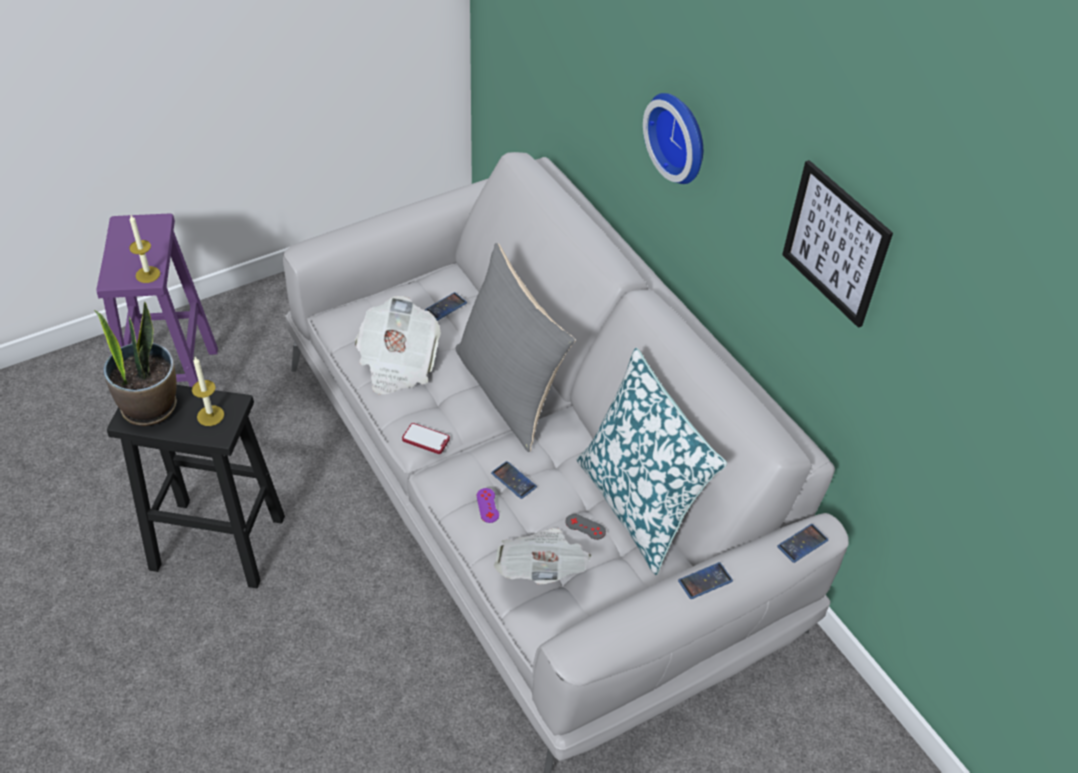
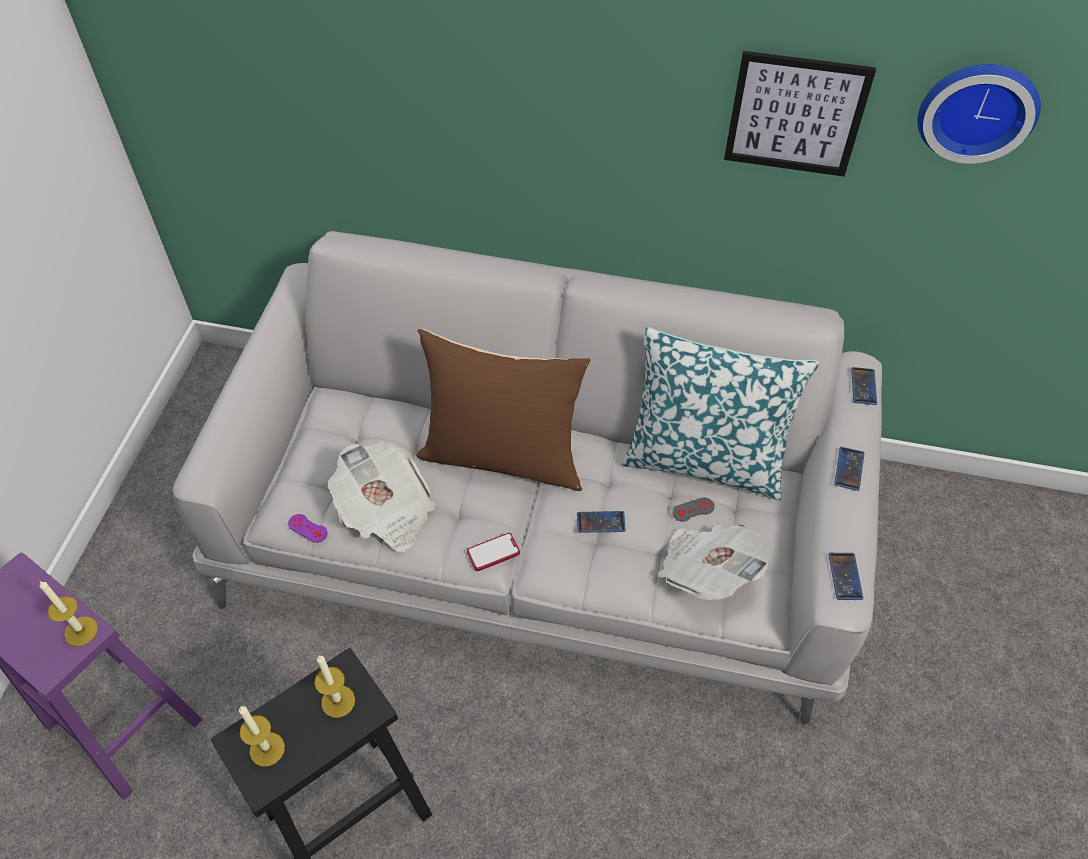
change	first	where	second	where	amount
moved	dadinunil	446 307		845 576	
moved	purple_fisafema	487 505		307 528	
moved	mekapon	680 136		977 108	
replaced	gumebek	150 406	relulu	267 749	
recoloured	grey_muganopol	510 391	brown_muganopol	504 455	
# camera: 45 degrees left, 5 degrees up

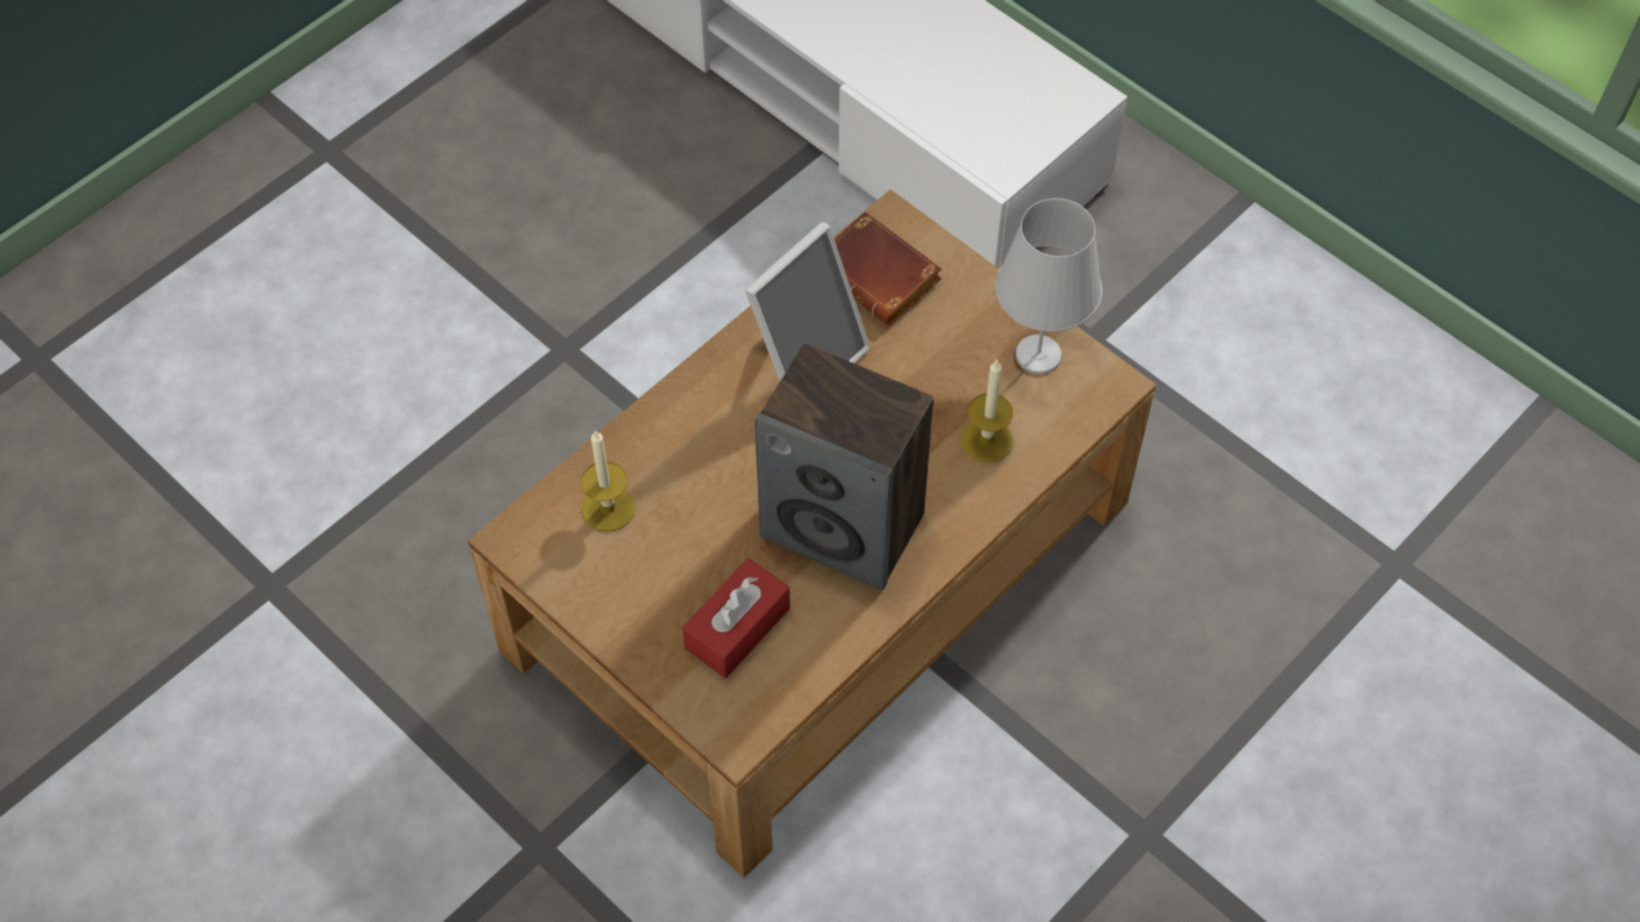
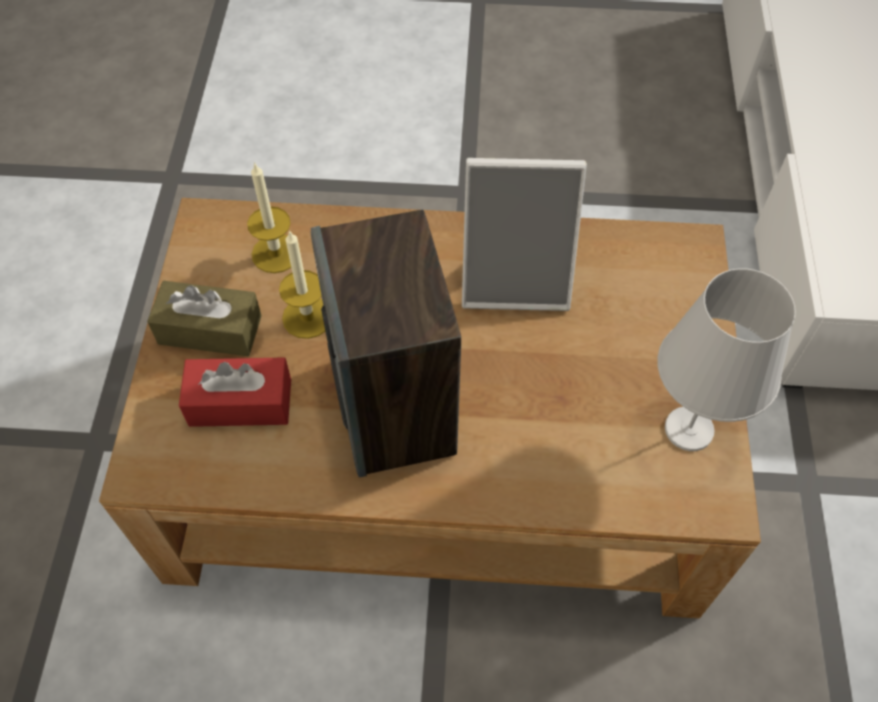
change	first	where	second	where	amount
removed	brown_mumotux	881 276			
added			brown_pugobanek	210 330	
moved	relulu	986 440		307 317	
# camera: 50 degrees right, 0 degrees up

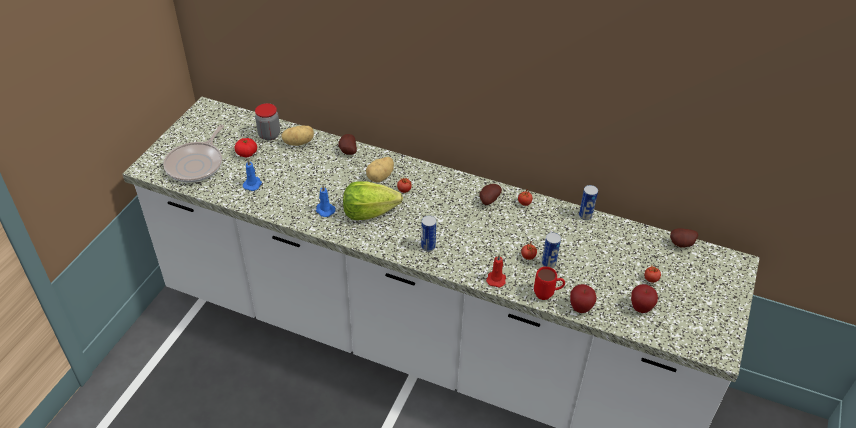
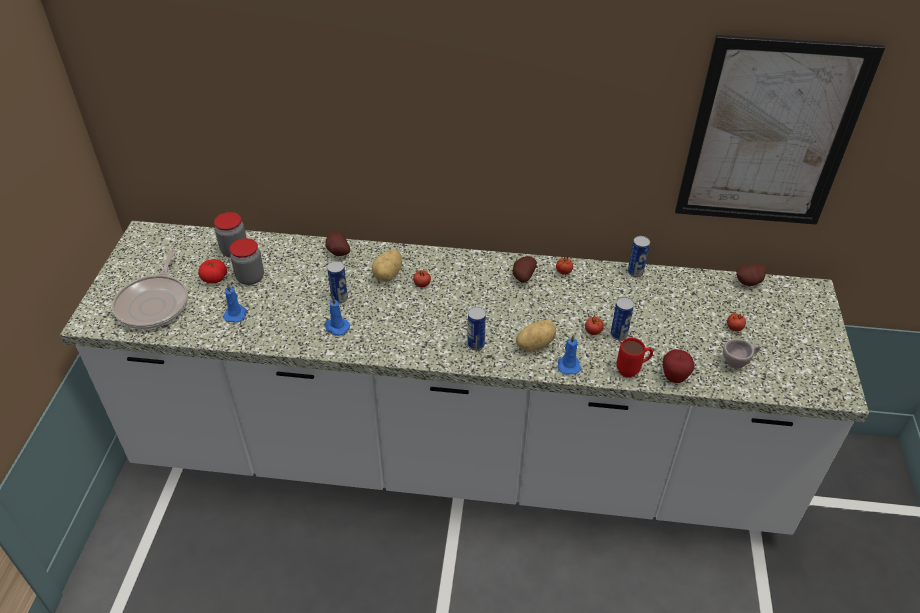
change	first	where	second	where	amount
removed	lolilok	369 212			
added			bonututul	250 278	
added			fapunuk	339 298	
added			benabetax	769 135	
moved	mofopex	299 142		534 344	
replaced	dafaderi	640 308	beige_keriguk	737 362	
recoloured	red_relulu	496 279	blue_relulu	568 365	
# camera: 15 degrees left, 0 degrees up

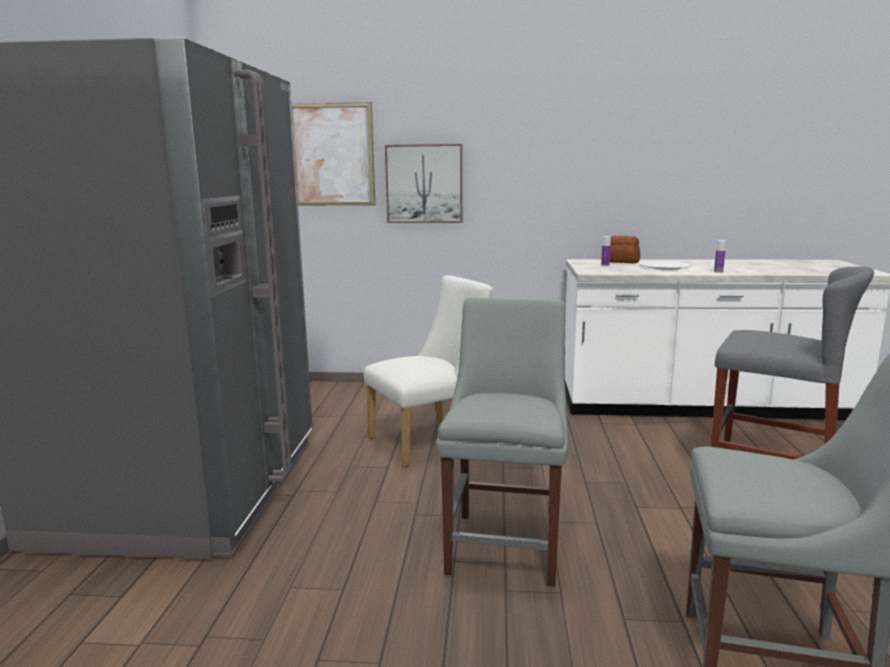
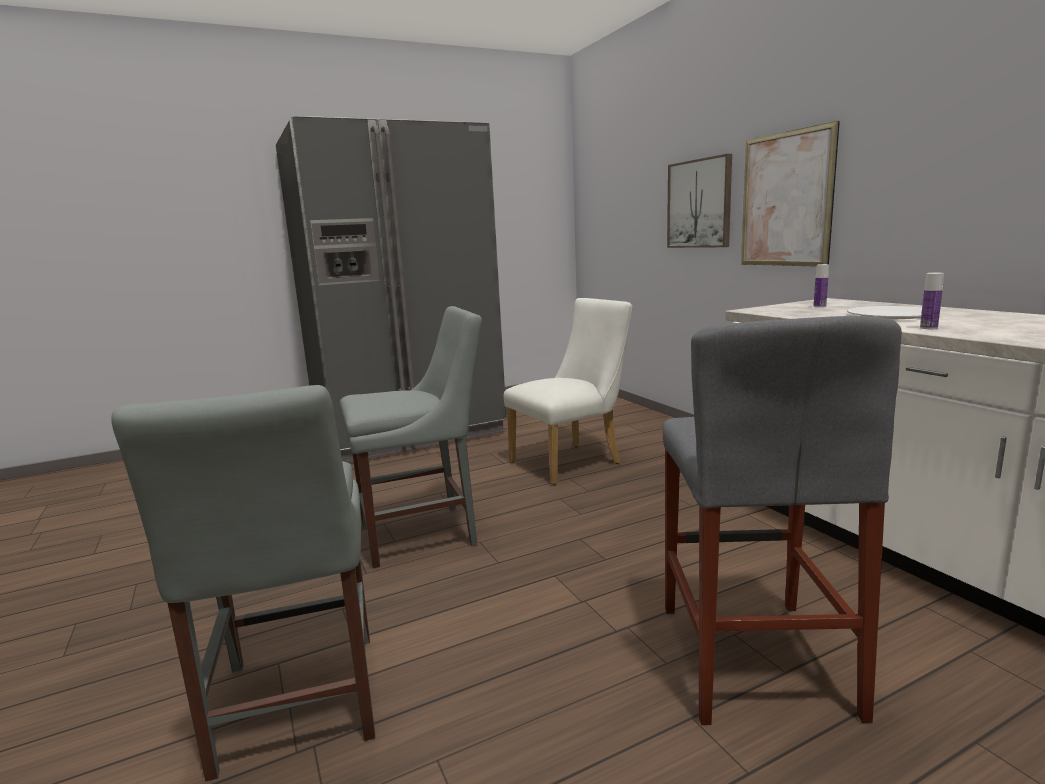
change	first	where	second	where	amount
removed	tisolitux	621 261			
moved	benabetax	332 155		786 200	
turned	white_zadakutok	431 441		572 461	60 degrees counterclockwise
# camera: 60 degrees right, 0 degrees up

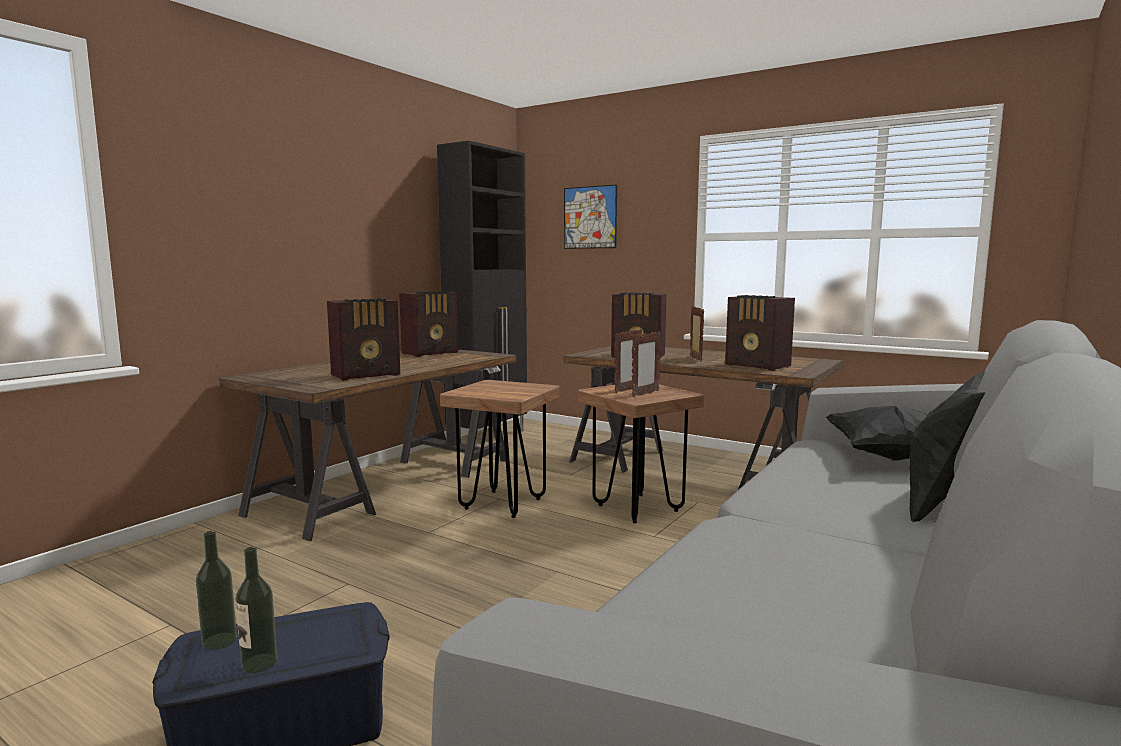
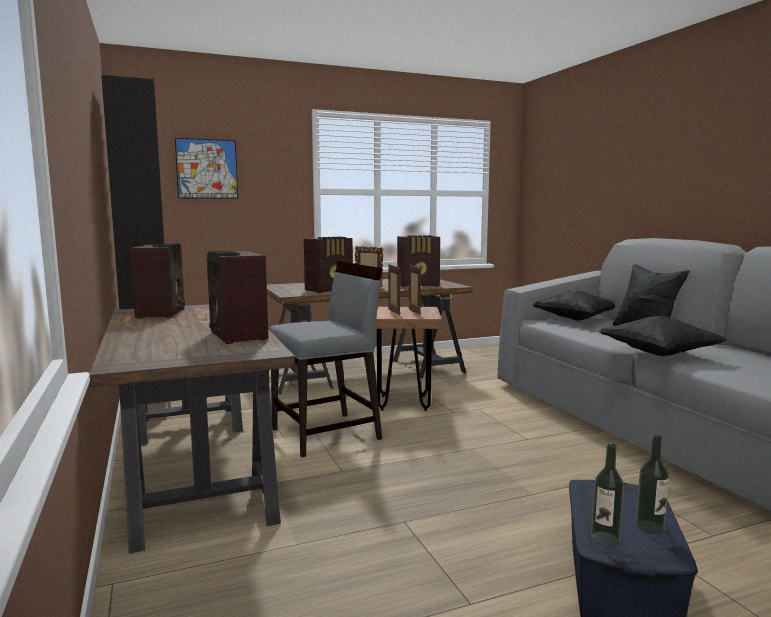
change	first	where	second	where	amount
added			black_muganopol	658 354	
replaced	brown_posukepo	503 504	grey_zadakutok	327 434	
turned	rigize	367 375		237 336	150 degrees clockwise
# camera: 55 degrees left, 0 degrees up

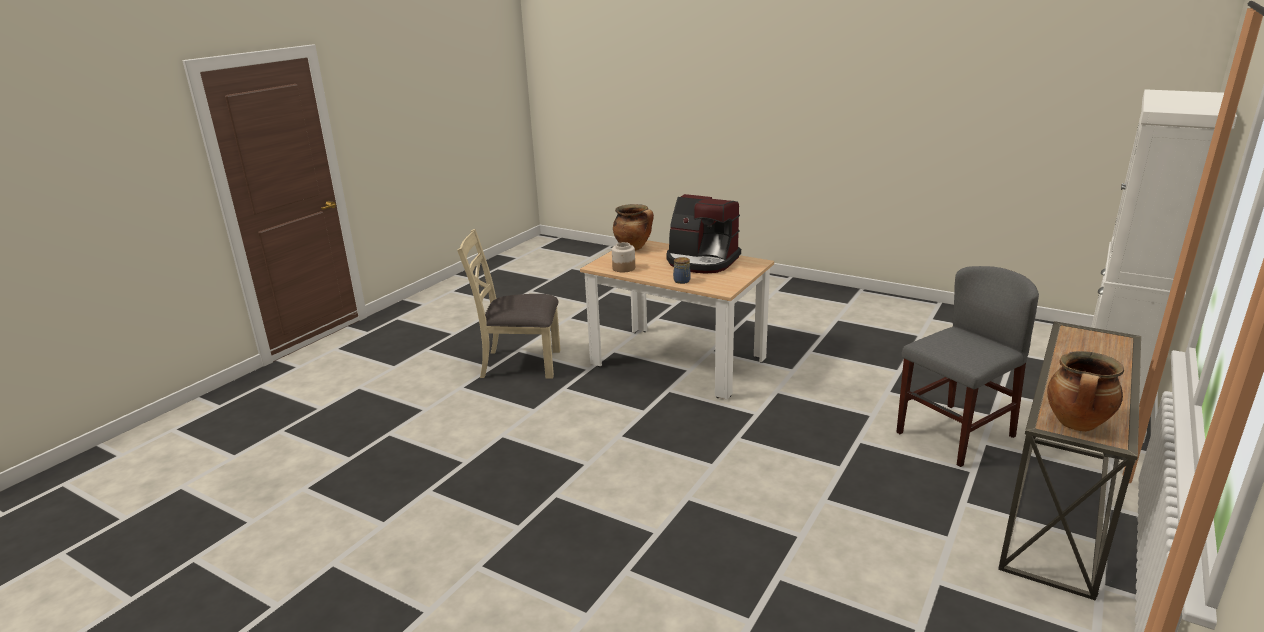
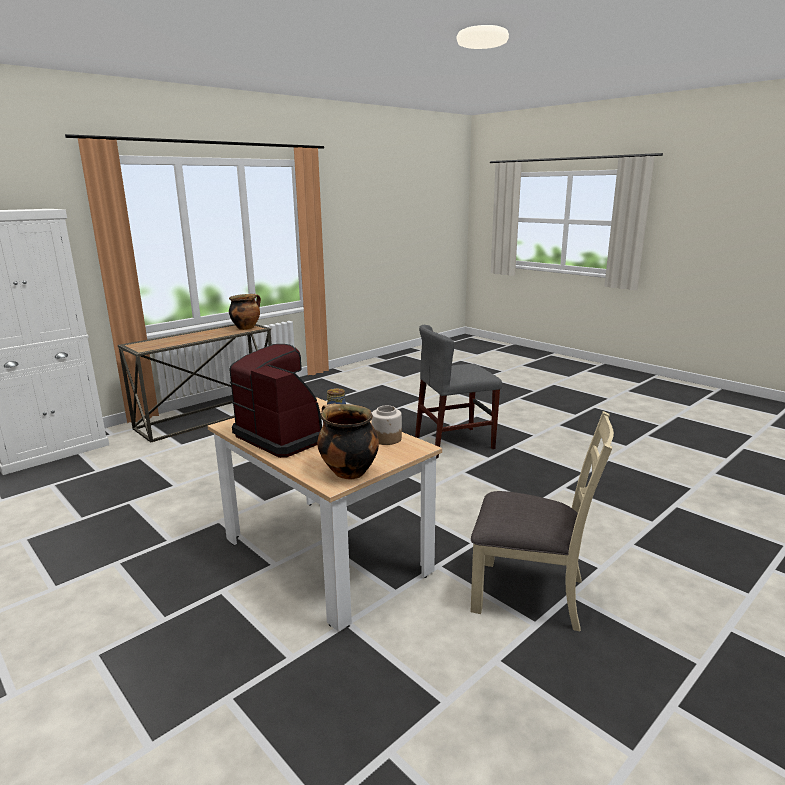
change	first	where	second	where	amount
moved	grey_zadakutok	955 434		454 442	
# camera: 165 degrees left, 5 degrees down

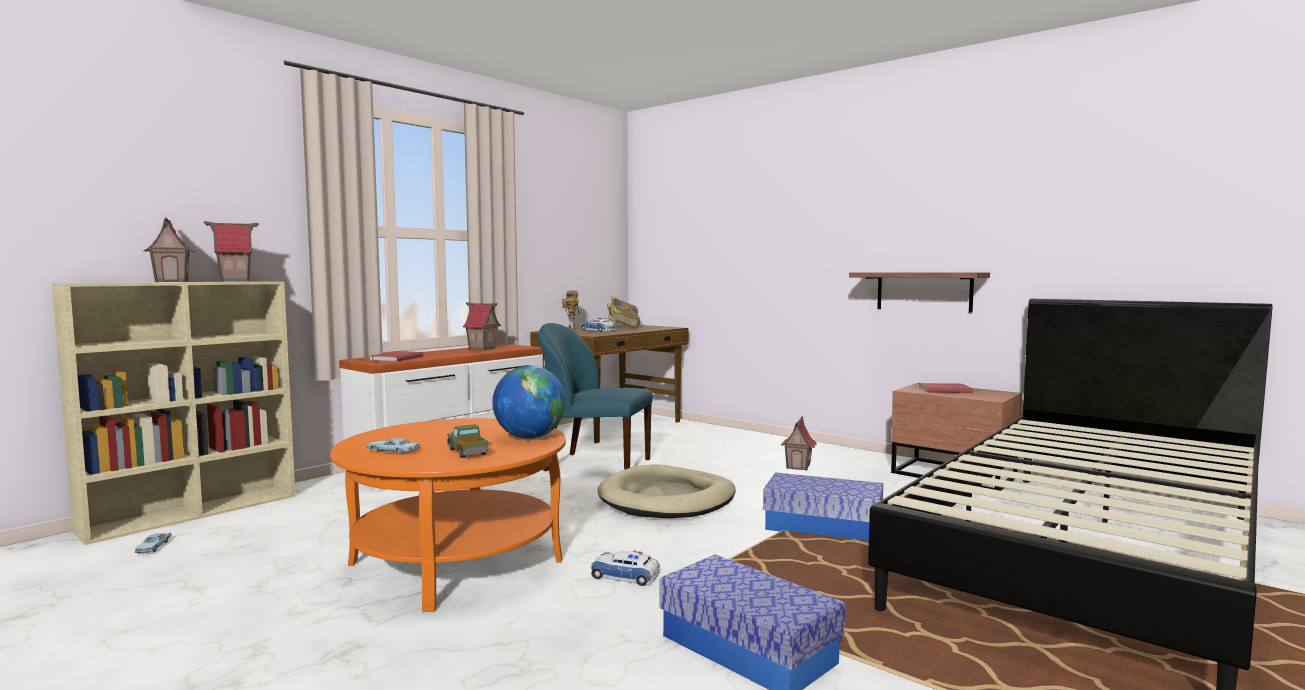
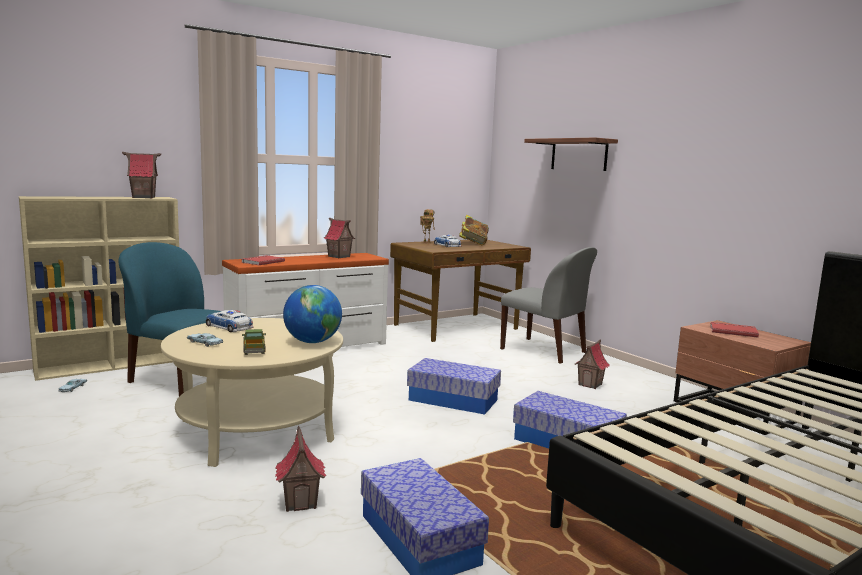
change	first	where	second	where	amount
added			grey_zadakutok	545 351	
moved	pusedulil	172 281		301 502	
moved	blue_zadakutok	595 465		182 382	
moved	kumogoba	625 576		229 327	
moved	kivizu	923 291		579 155	
replaced	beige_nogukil	667 499	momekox	453 400	
recoloured	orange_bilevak	456 562	beige_bilevak	256 430	
# camera: 15 degrees right, 5 degrees up

